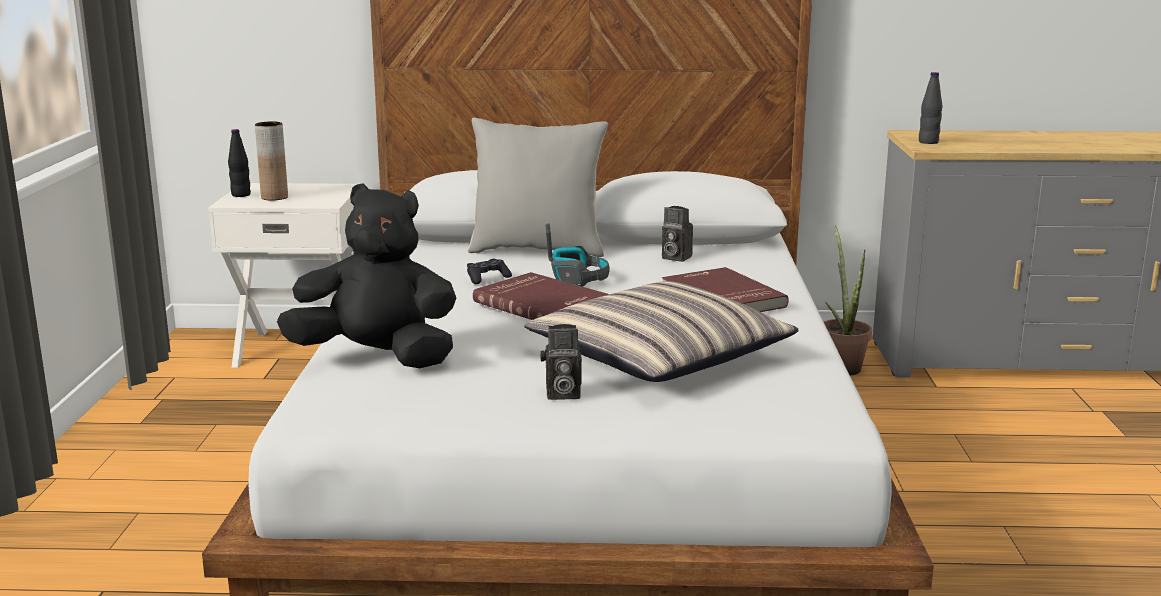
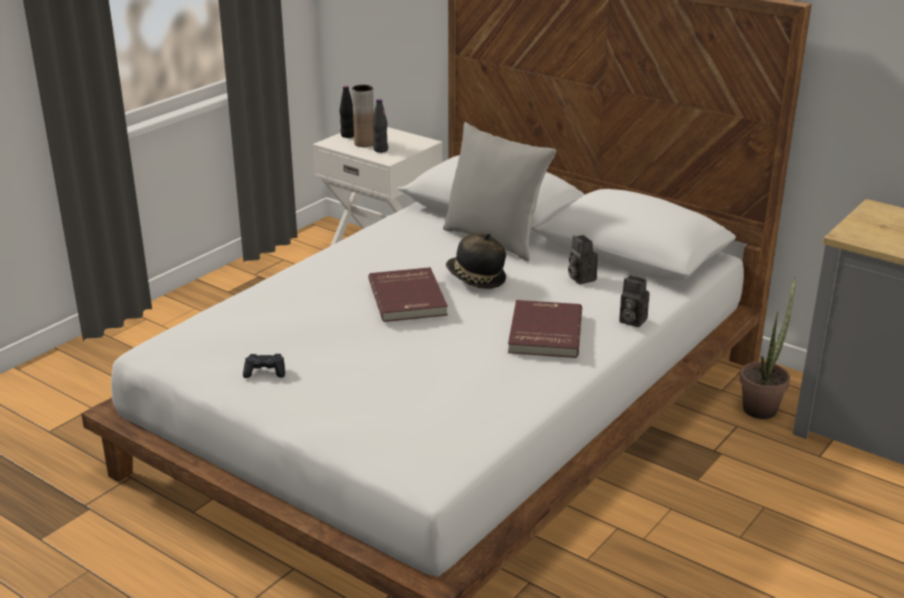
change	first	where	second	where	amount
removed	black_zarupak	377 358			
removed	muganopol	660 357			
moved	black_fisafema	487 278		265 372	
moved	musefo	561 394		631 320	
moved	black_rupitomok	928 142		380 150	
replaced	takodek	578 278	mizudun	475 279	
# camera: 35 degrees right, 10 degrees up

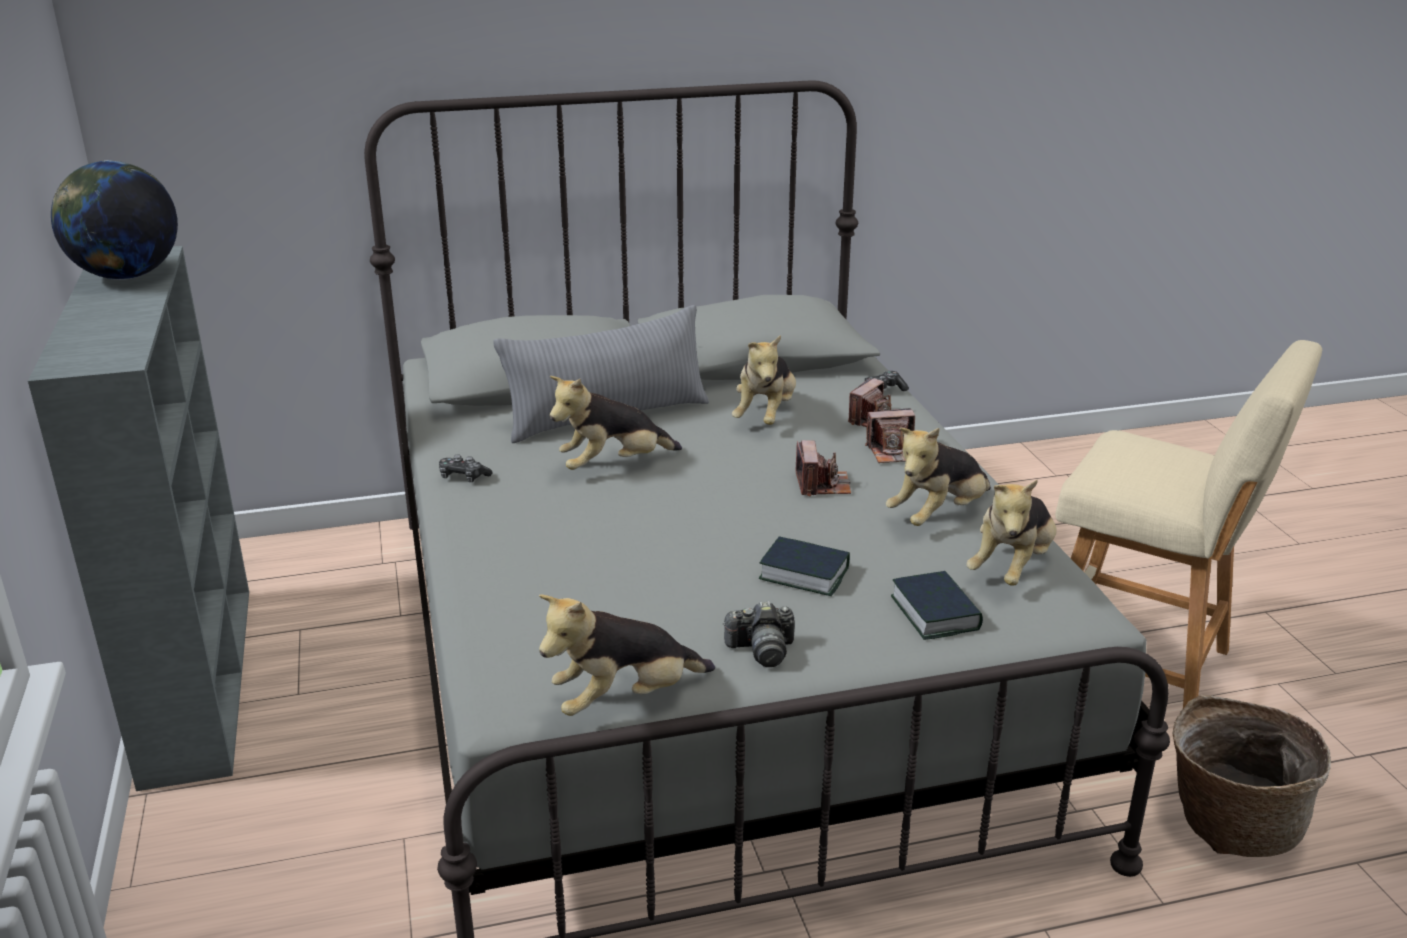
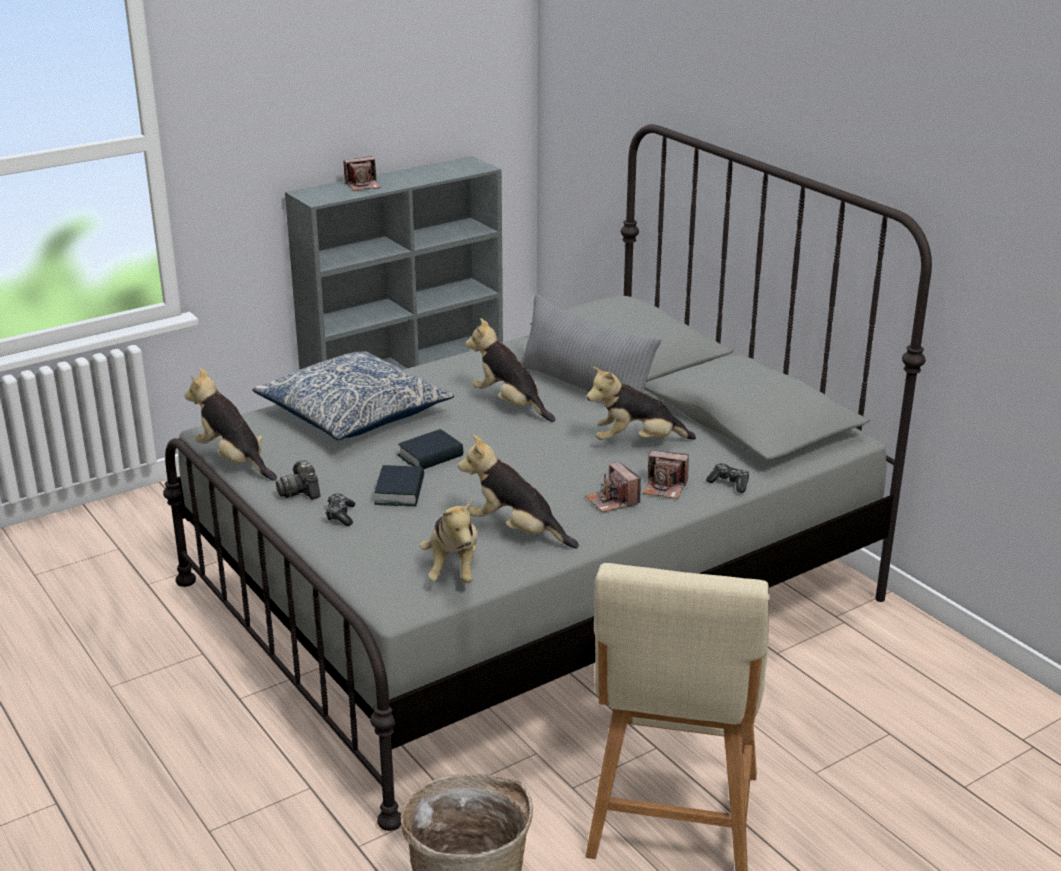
change	first	where	second	where	amount
removed	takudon	127 276			
added			muganopol	353 413	
moved	fisafema	463 477		340 515	
moved	musefo	822 485		363 185	
moved	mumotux	935 613		430 456	
turned	zarupak	1012 567		453 569	105 degrees counterclockwise
# camera: 70 degrees right, 0 degrees up

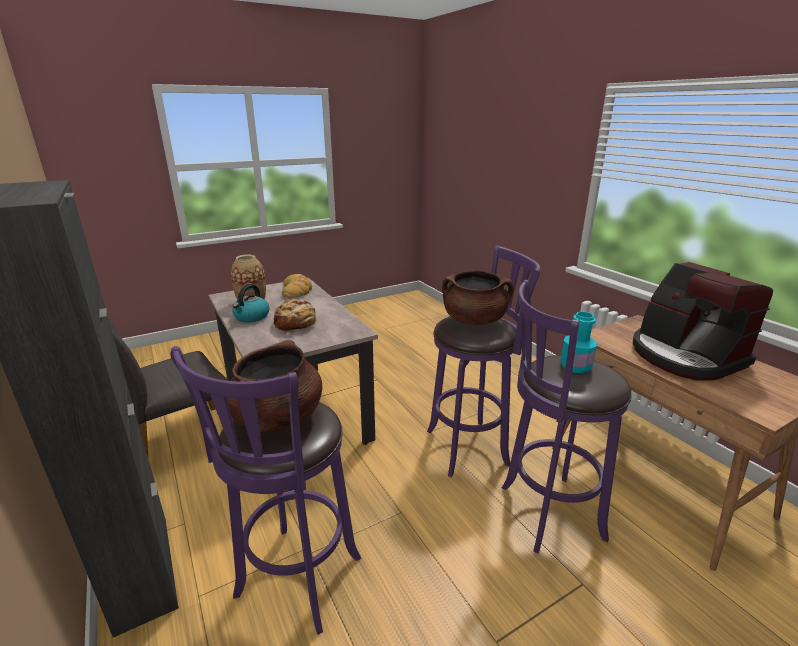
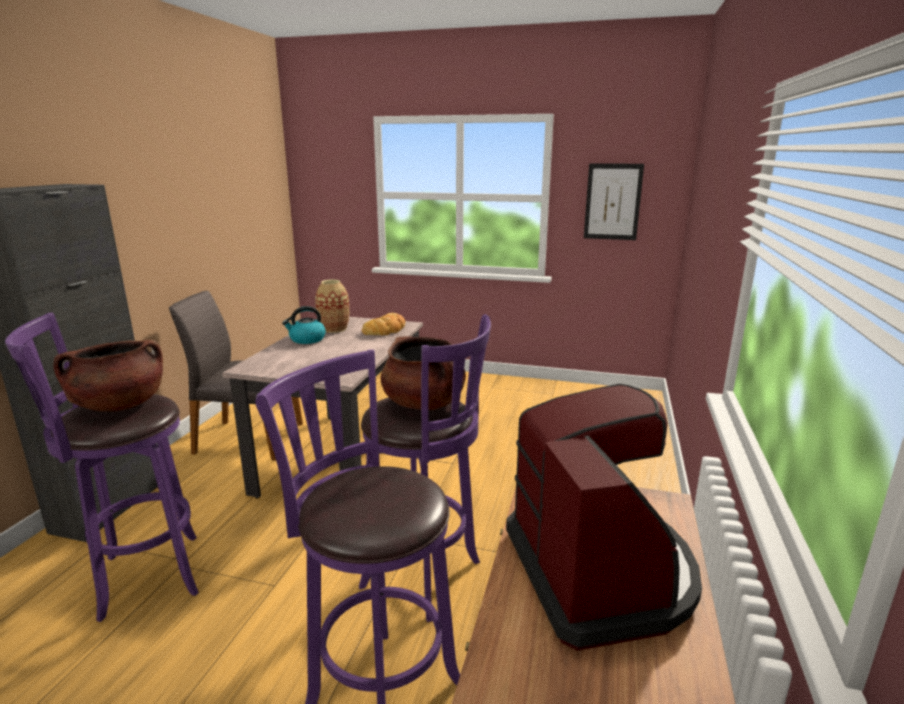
change	first	where	second	where	amount
removed	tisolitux	296 324			
removed	turquoise_rupitomok	575 366			
added			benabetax	612 202	
turned	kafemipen	684 356		600 572	150 degrees clockwise
# camera: 45 degrees right, 5 degrees down

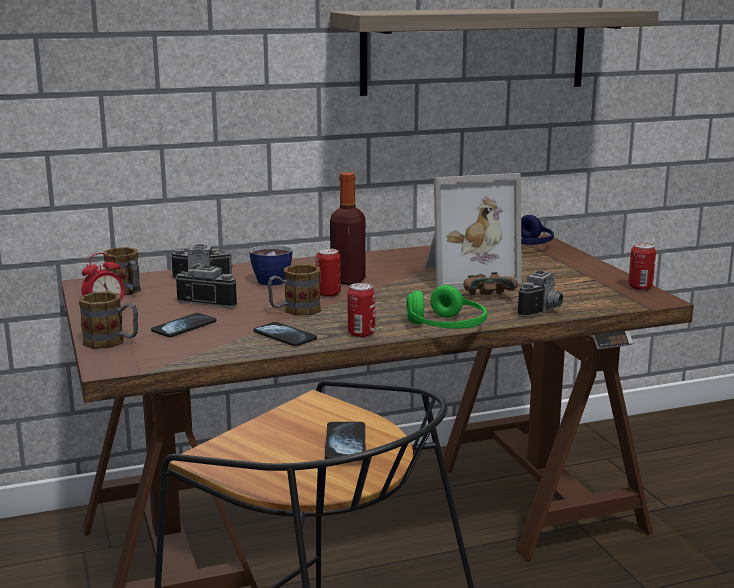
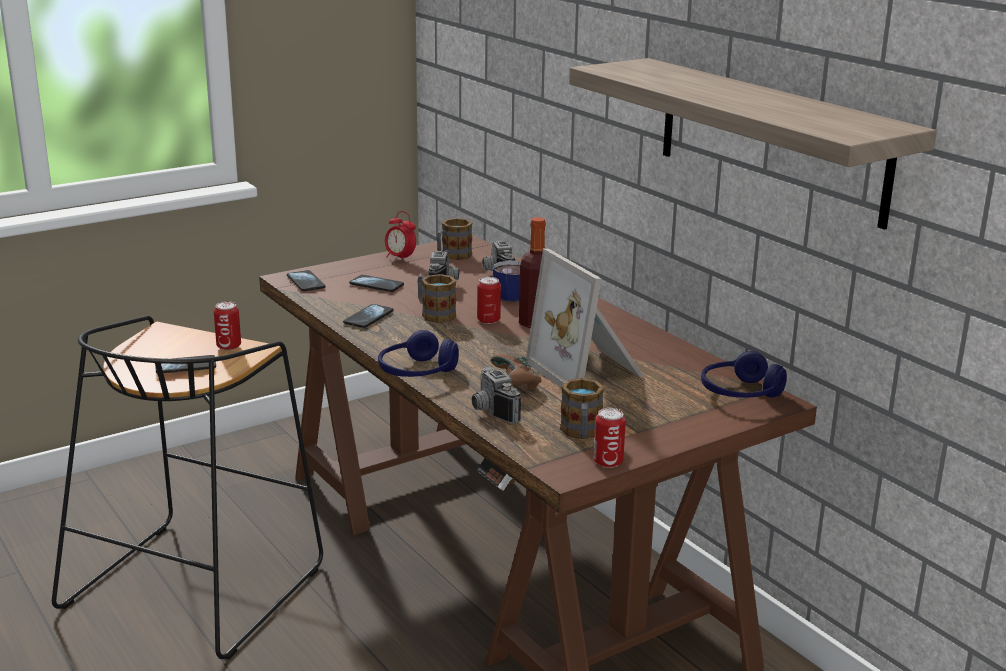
change	first	where	second	where	amount
added			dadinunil	306 282	
moved	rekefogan	112 342		581 433	
moved	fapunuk	361 334		229 346	
recoloured	green_takodek	446 327	blue_takodek	417 372	
turned	musefo	544 310		490 412	45 degrees clockwise
# camera: 75 degrees right, 5 degrees up

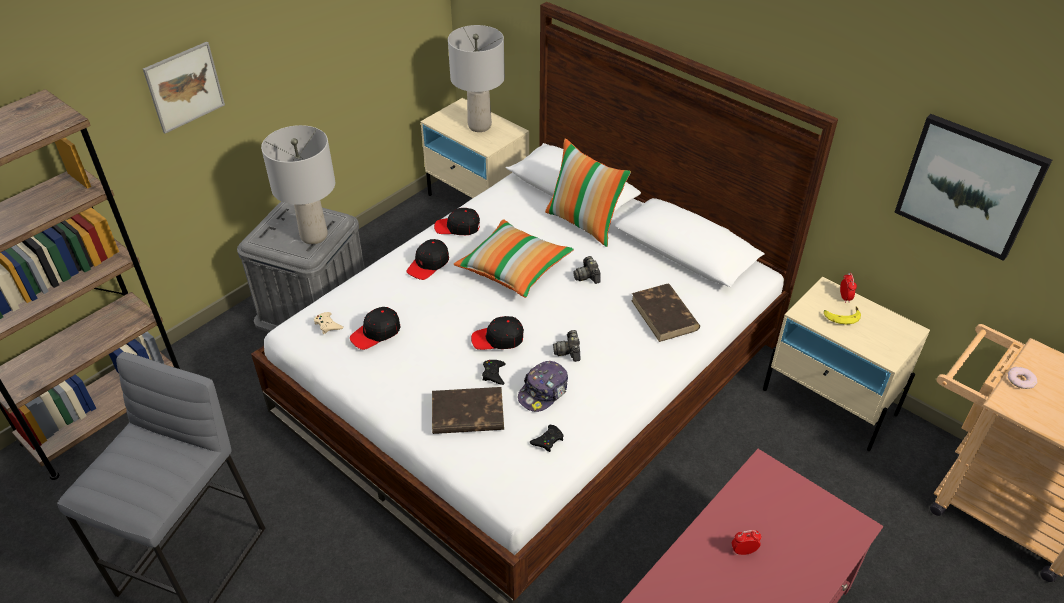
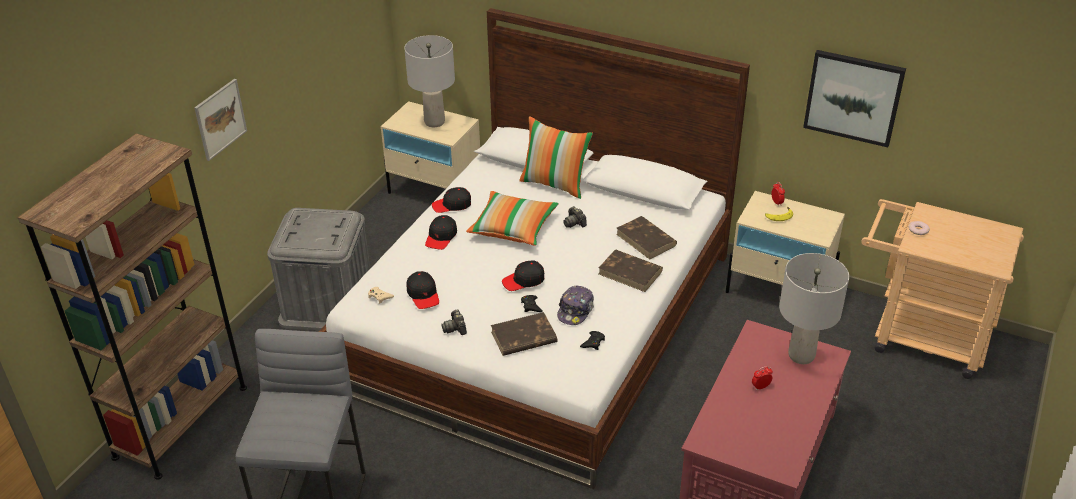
change	first	where	second	where	amount
added			brown_mumotux	630 273	
moved	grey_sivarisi	313 236		801 356	
moved	musefo	568 351		455 328	
turned	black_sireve	376 333		423 294	60 degrees counterclockwise
# camera: 15 degrees left, 5 degrees down

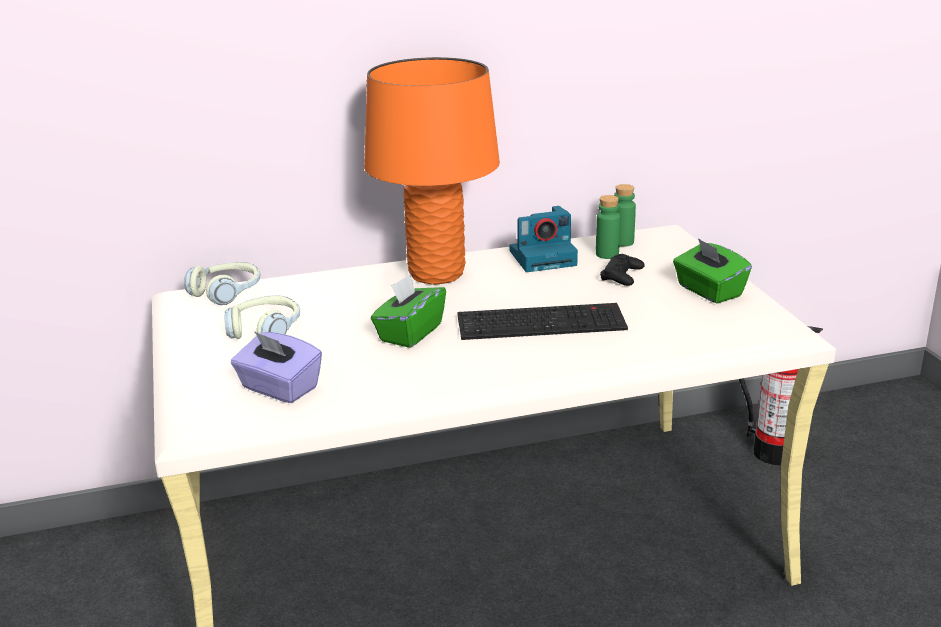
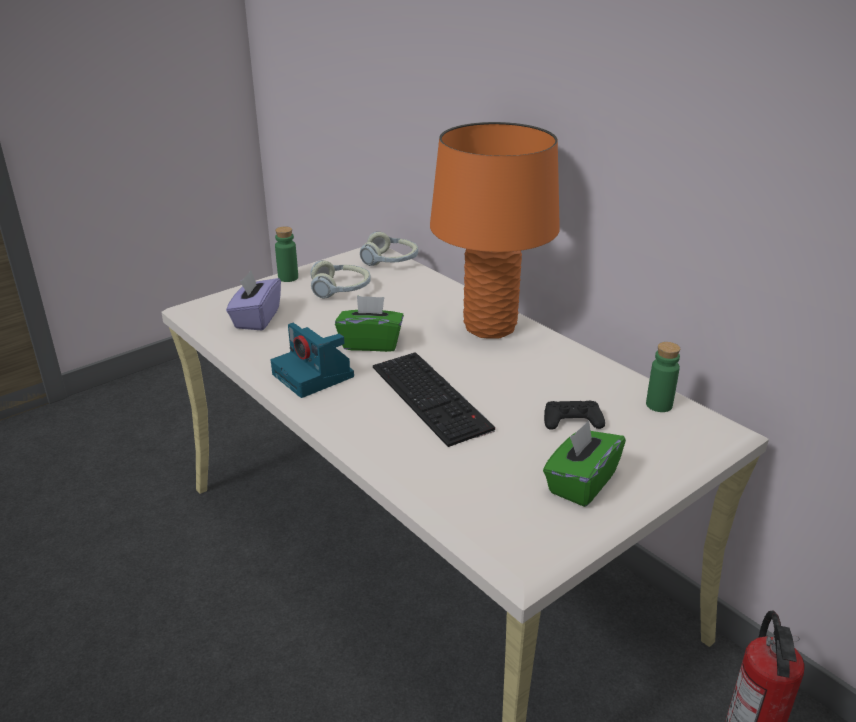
change	first	where	second	where	amount
moved	musefo	544 257		314 376	
moved	green_rupitomok	607 254		288 277	
# camera: 65 degrees right, 5 degrees up

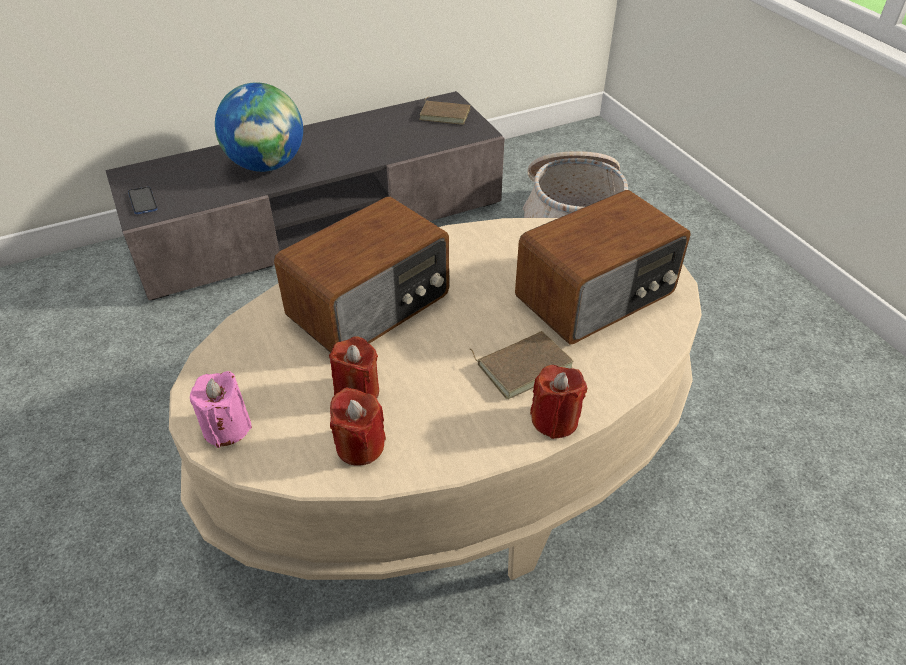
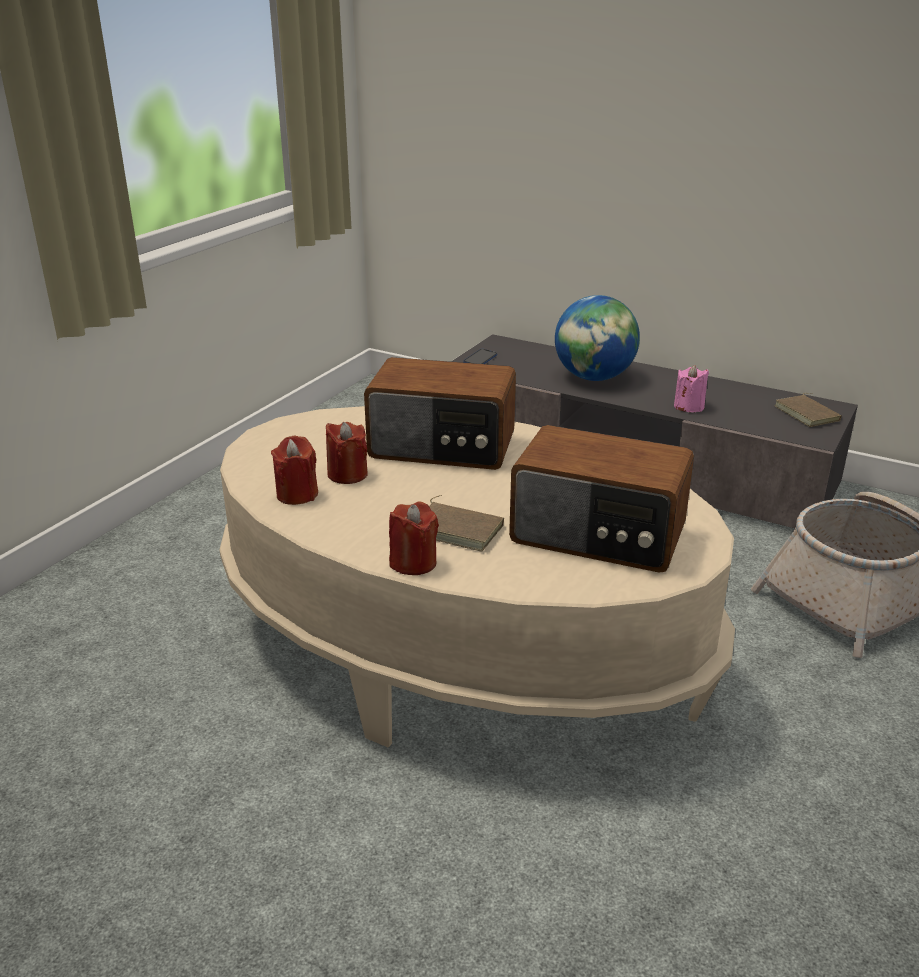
change	first	where	second	where	amount
moved	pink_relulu	227 427		689 407	
# camera: 55 degrees right, 15 degrees down

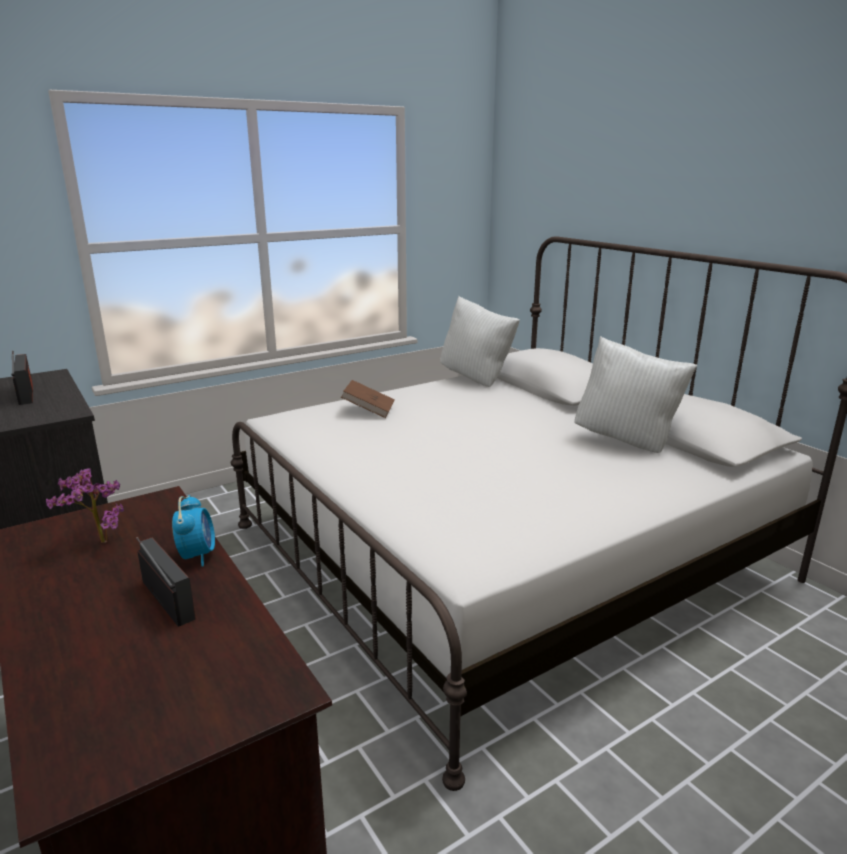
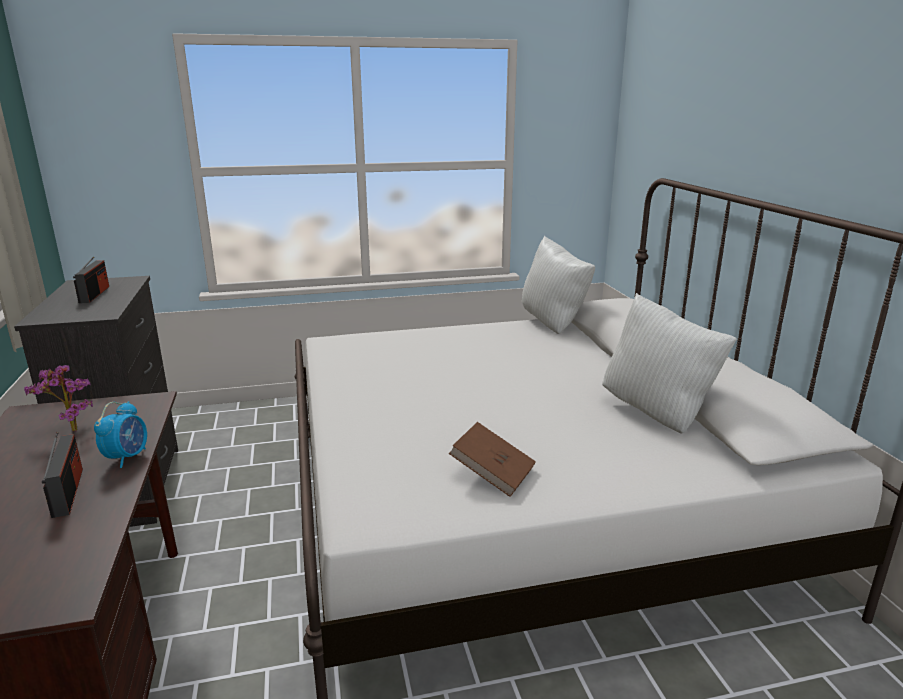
change	first	where	second	where	amount
moved	brown_mumotux	368 410		492 474	
# camera: 20 degrees right, 0 degrees up

